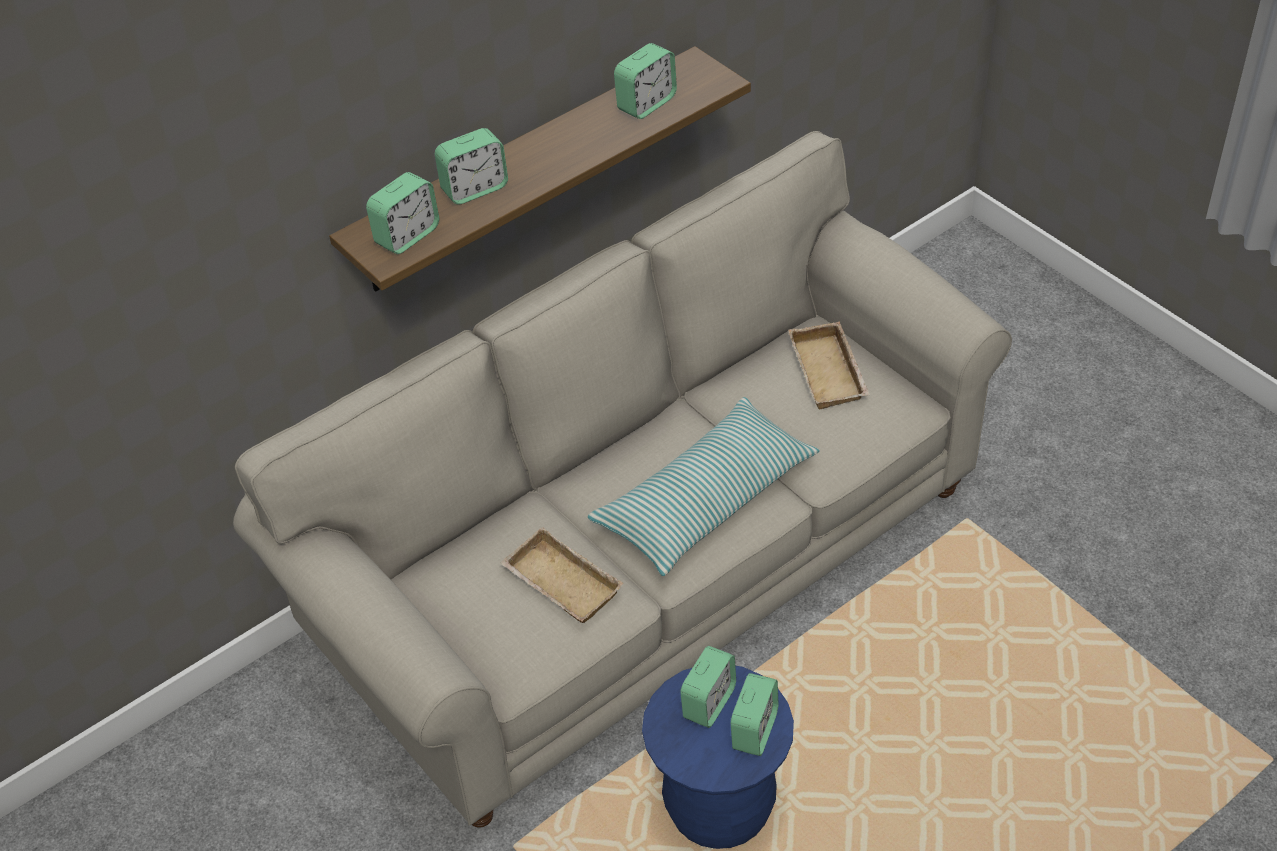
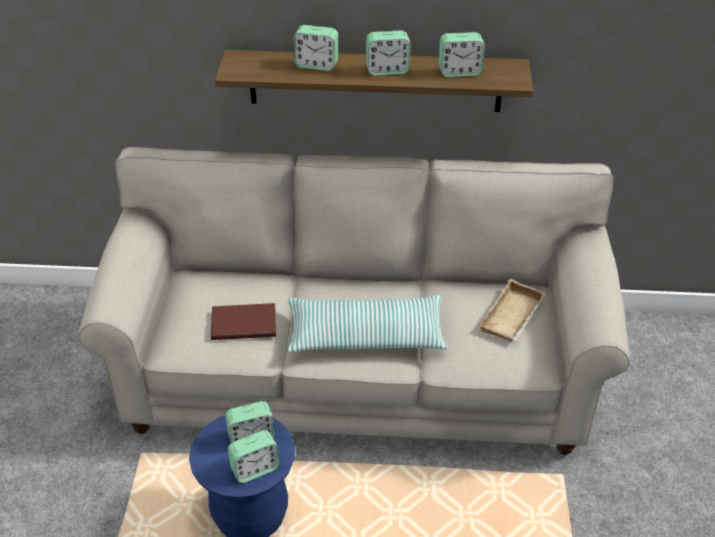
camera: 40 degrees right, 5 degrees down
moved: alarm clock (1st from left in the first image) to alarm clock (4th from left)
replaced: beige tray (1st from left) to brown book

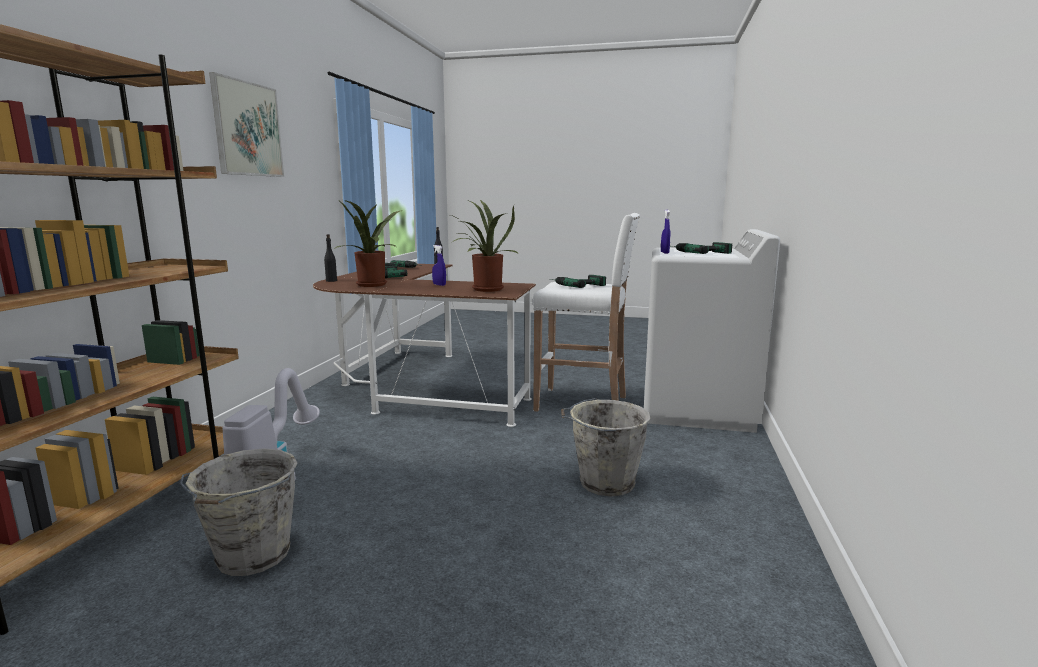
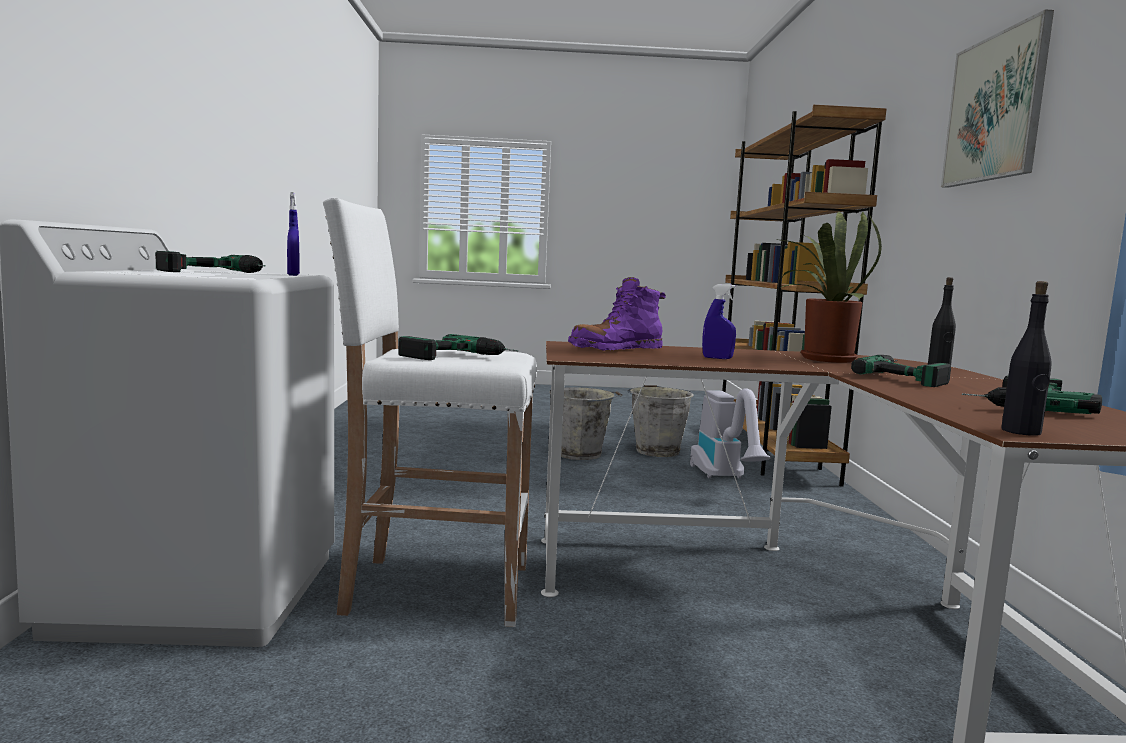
camera: 165 degrees right, 5 degrees down
moved: grey bucket (2nd from left in the first image) to grey bucket (1st from left)
replaced: potted plant (2nd from left) to purple boot

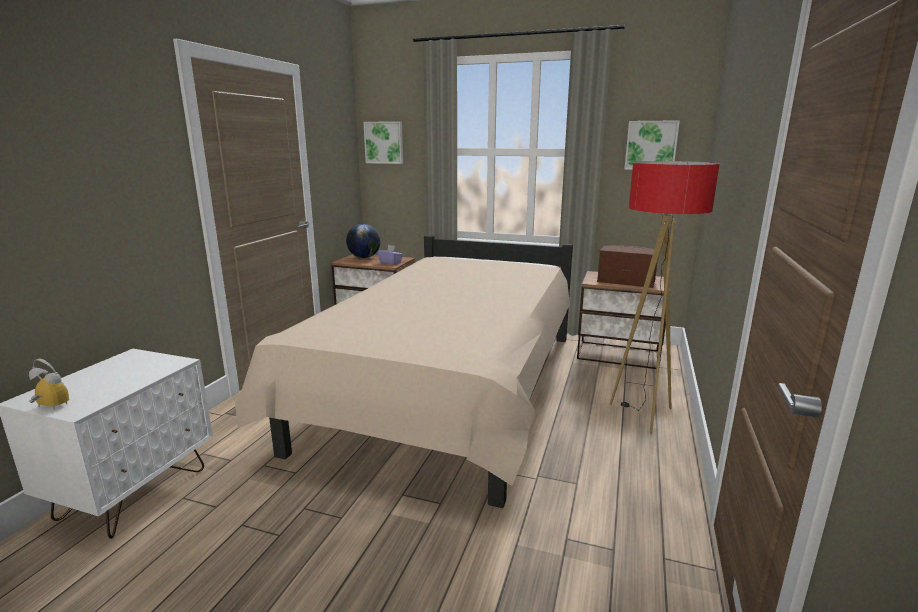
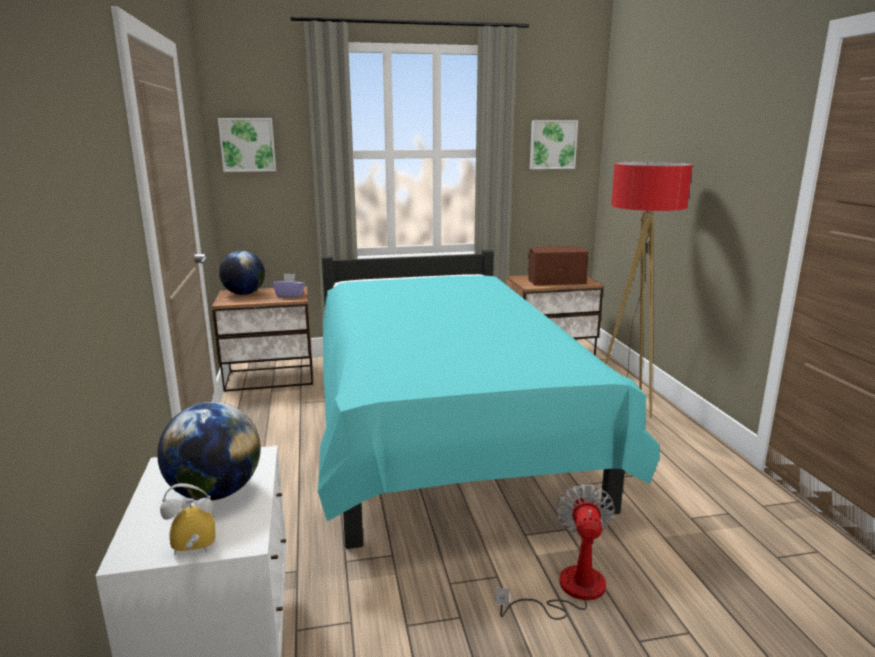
camera: 30 degrees left, 0 degrees up
added: globe (1st from left); fan
recoloured: beige bed to turquoise bed

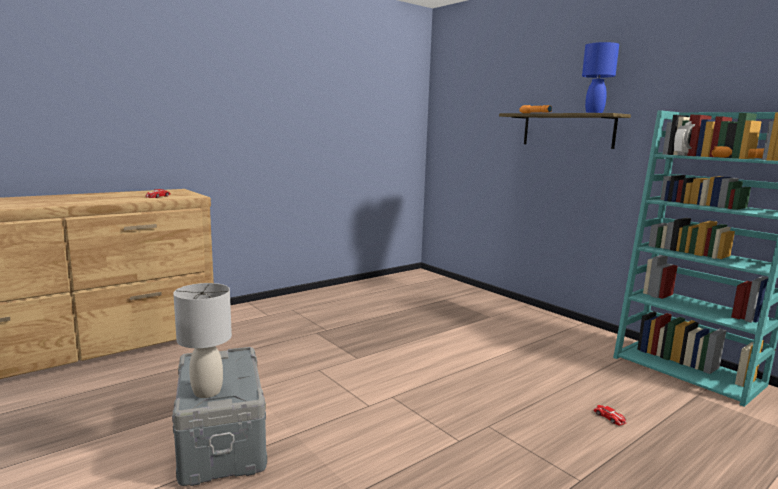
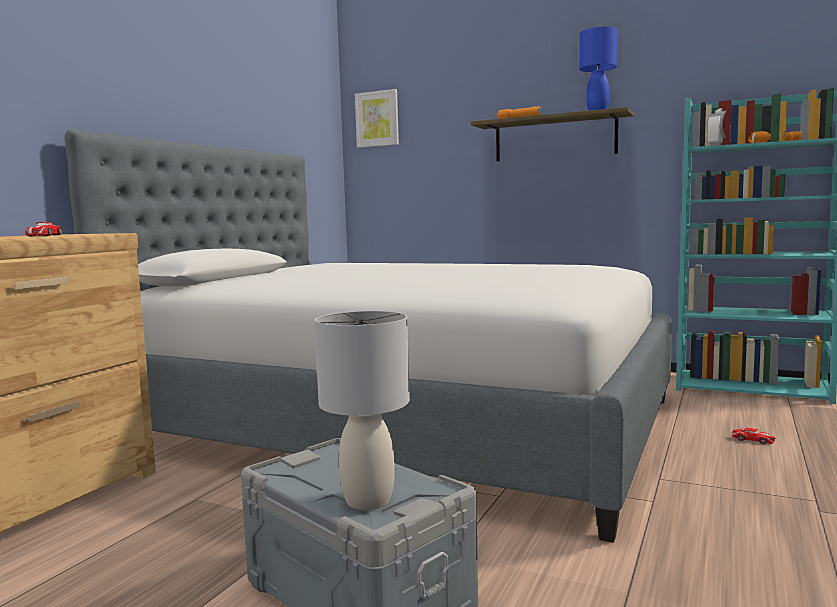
camera: 25 degrees left, 5 degrees down
added: bed; picture

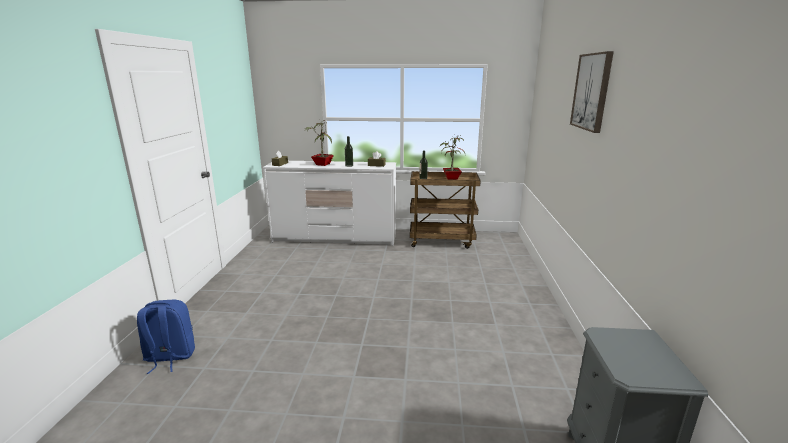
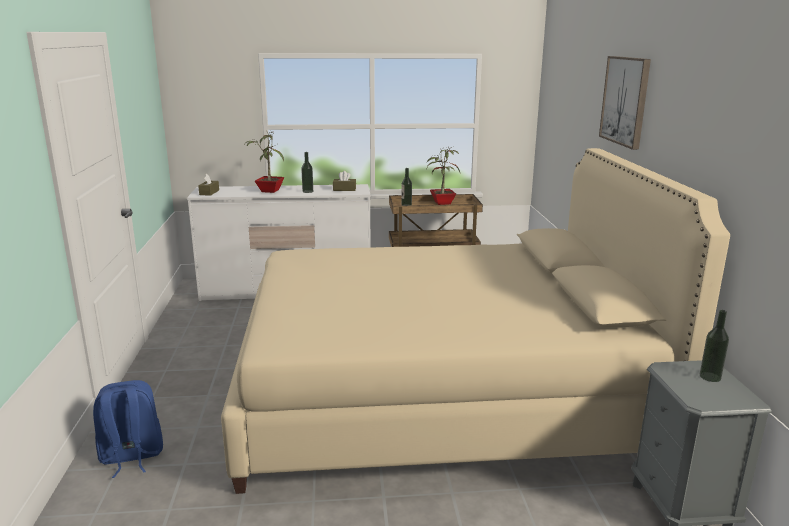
camera: 10 degrees left, 0 degrees up
added: beige bed; bottle (3rd from left)

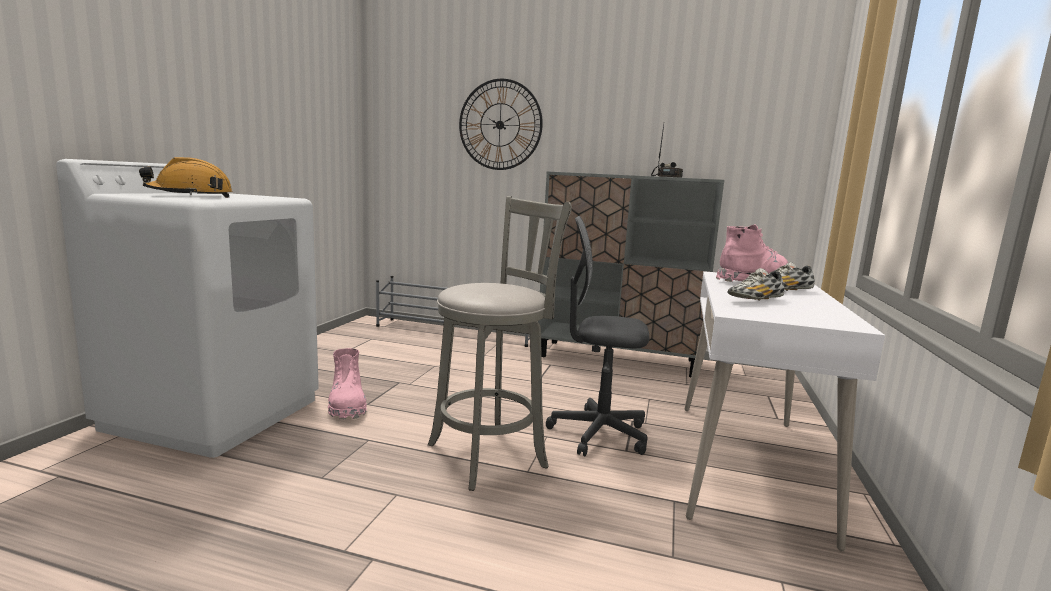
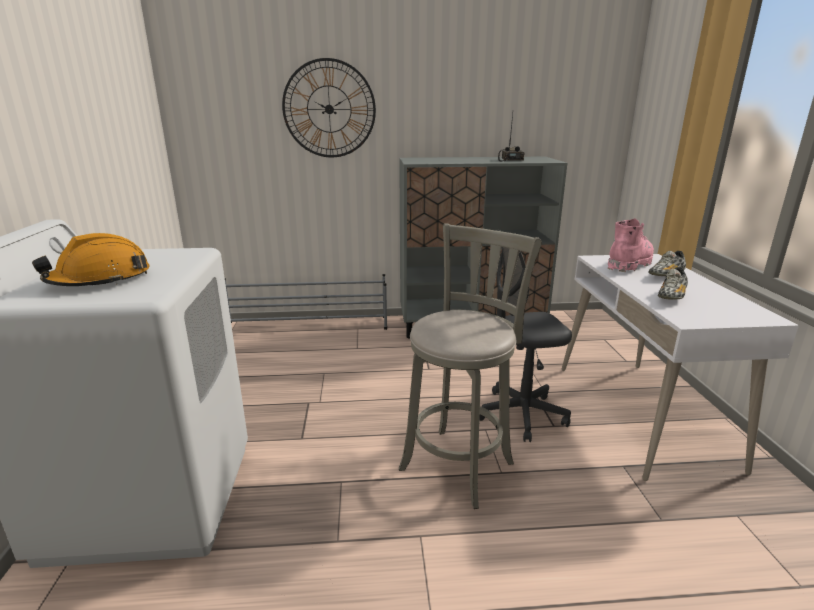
camera: 20 degrees left, 10 degrees up
removed: pink boot (1st from left)

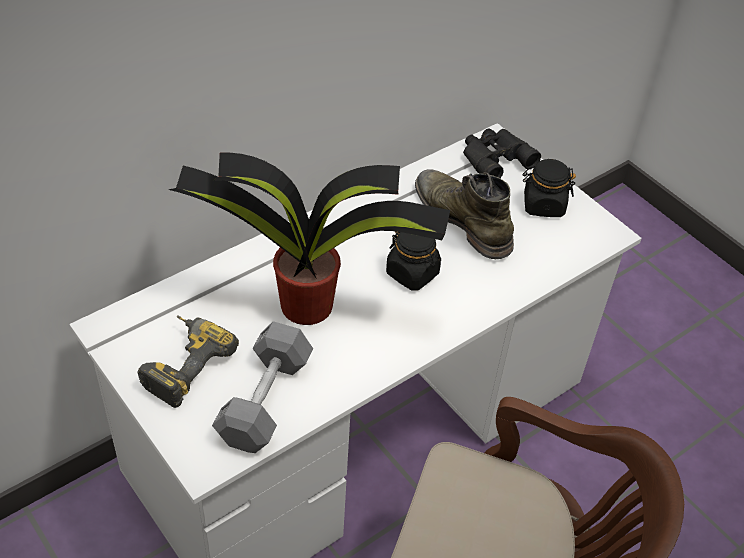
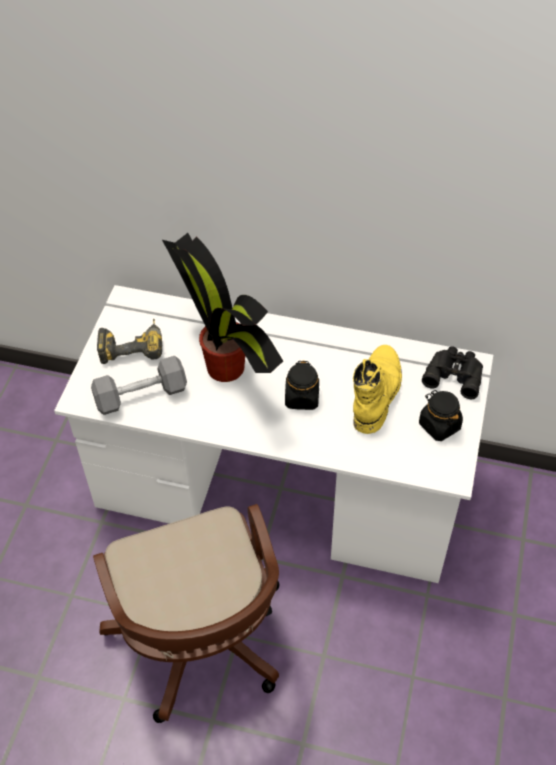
camera: 55 degrees right, 5 degrees up
recoloured: green boot to yellow boot

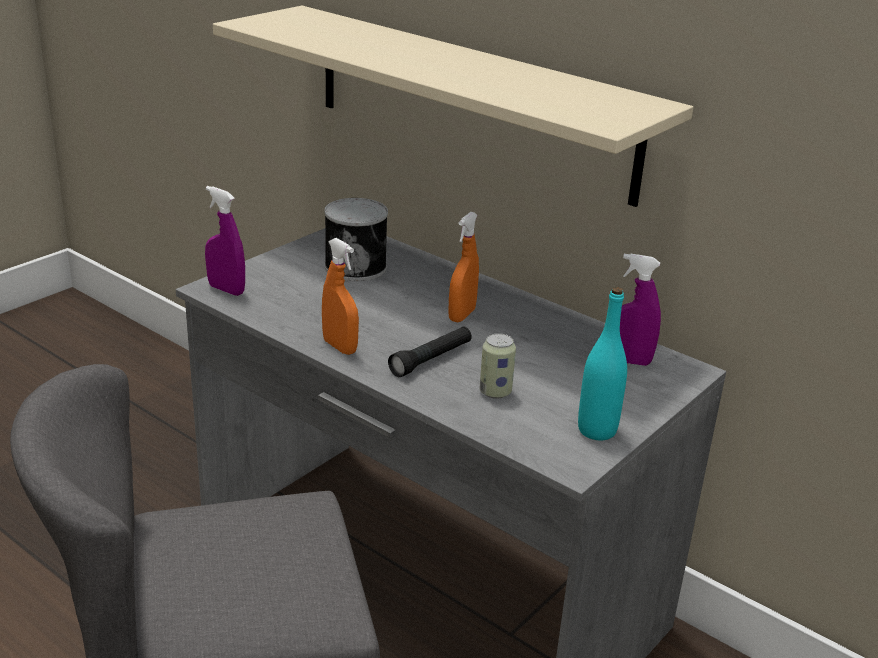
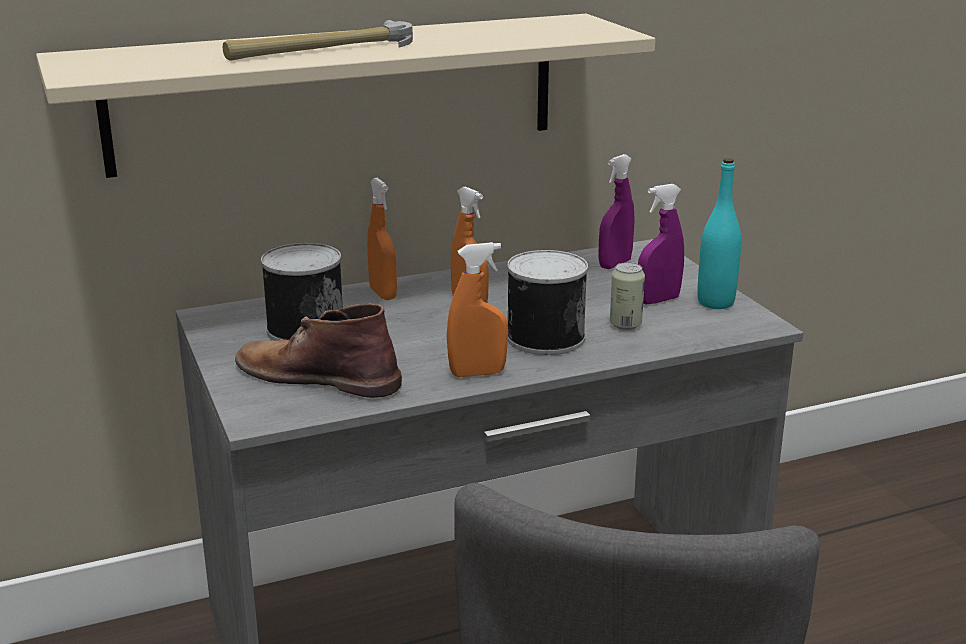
camera: 60 degrees left, 5 degrees down
added: hammer; brown boot; orange spray bottle (1st from left)
moved: purple spray bottle (1st from left in the first image) to purple spray bottle (2nd from left)
replaced: black flashlight to can (2nd from left)

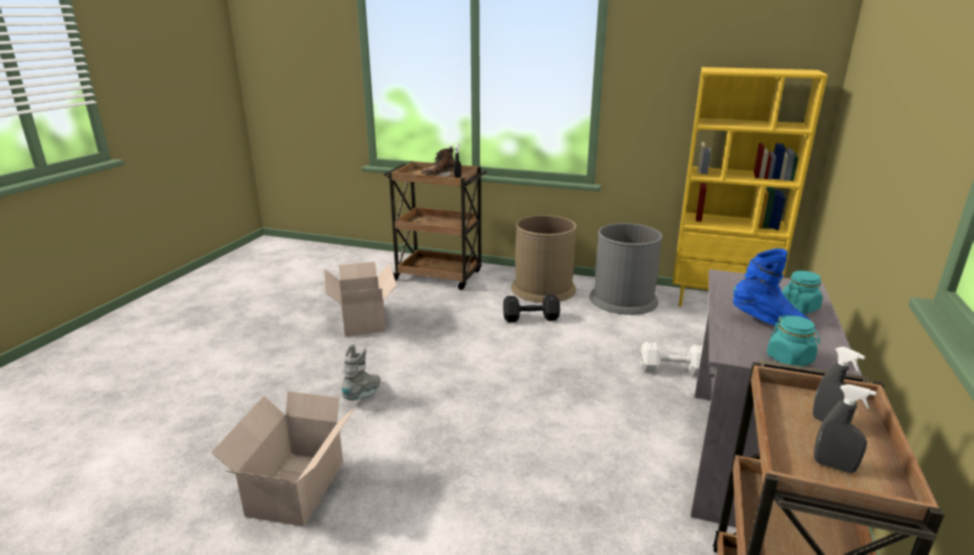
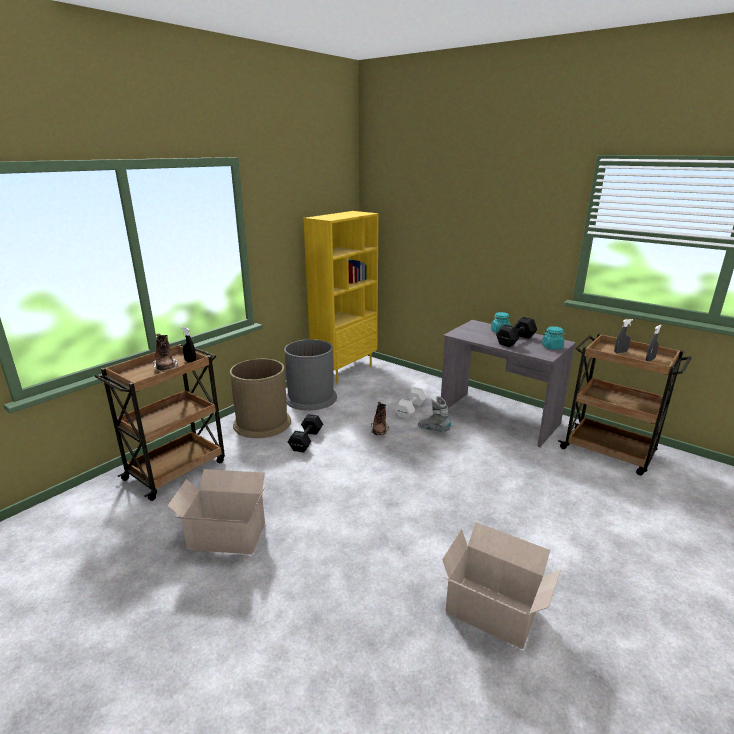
camera: 70 degrees left, 0 degrees up
added: brown boot (2nd from left)
moved: grey boot
replaced: blue boot to black dumbbell (2nd from left)

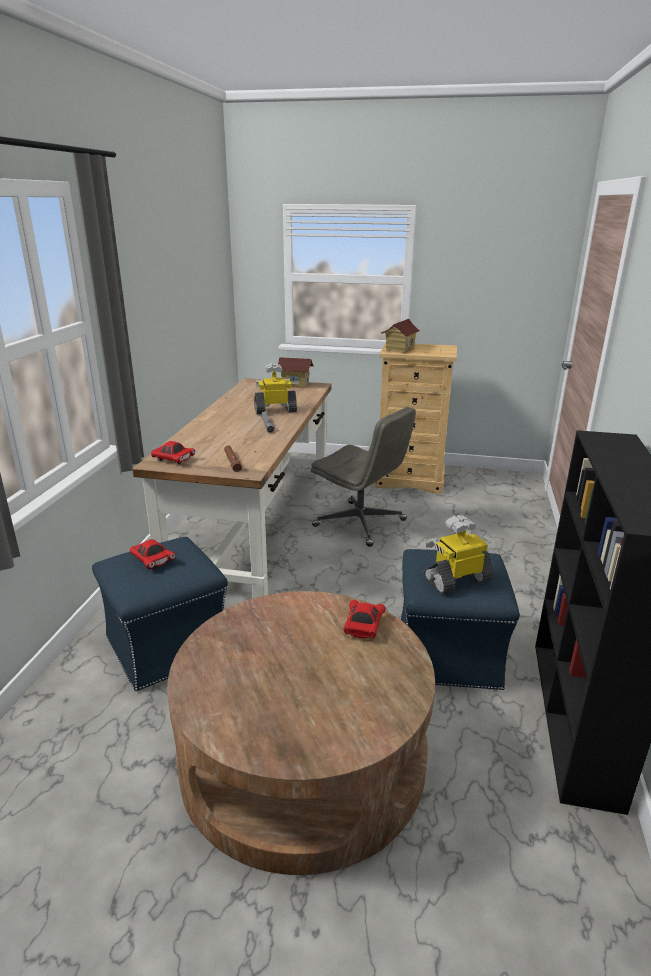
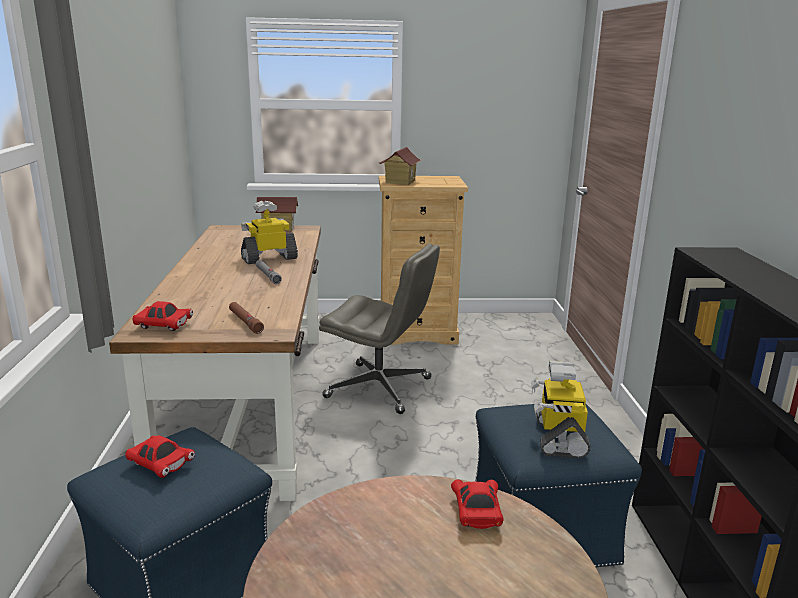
camera: 15 degrees left, 5 degrees down
turned: toy robot (2nd from left) 45 degrees counterclockwise

